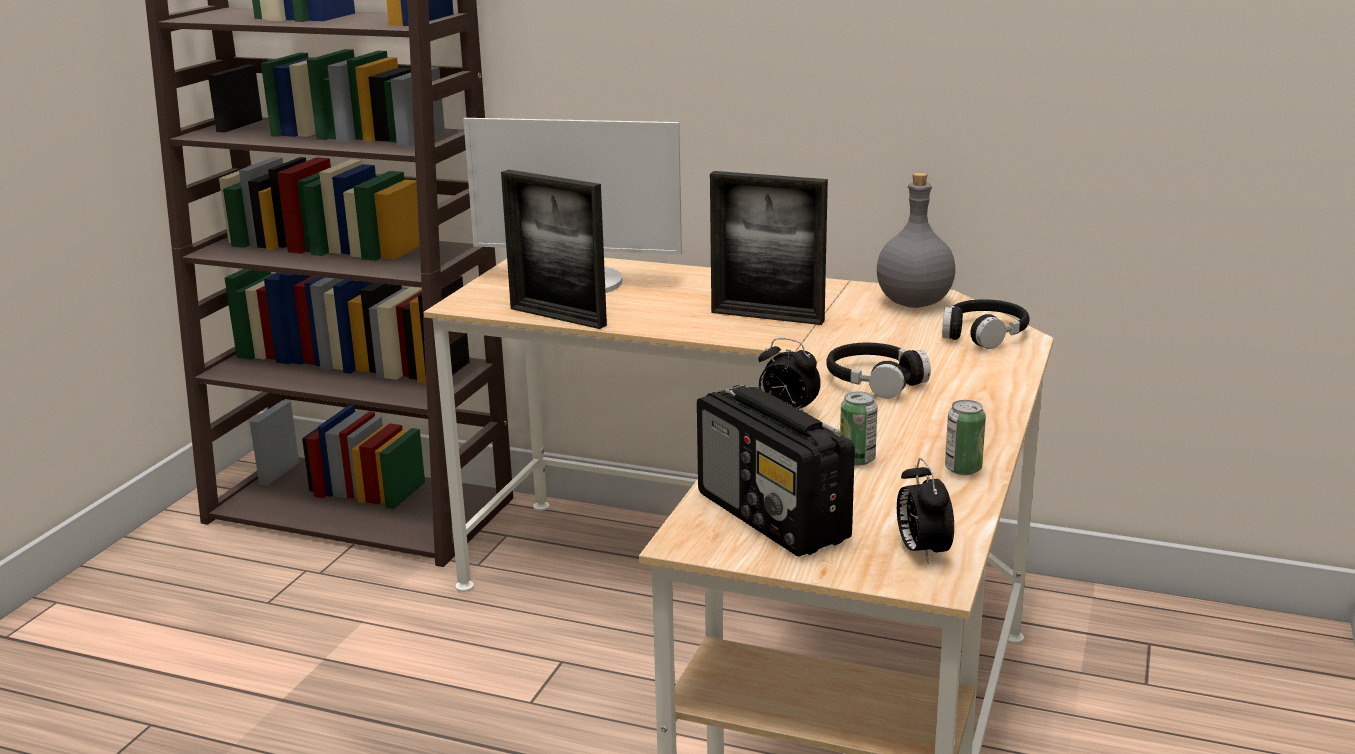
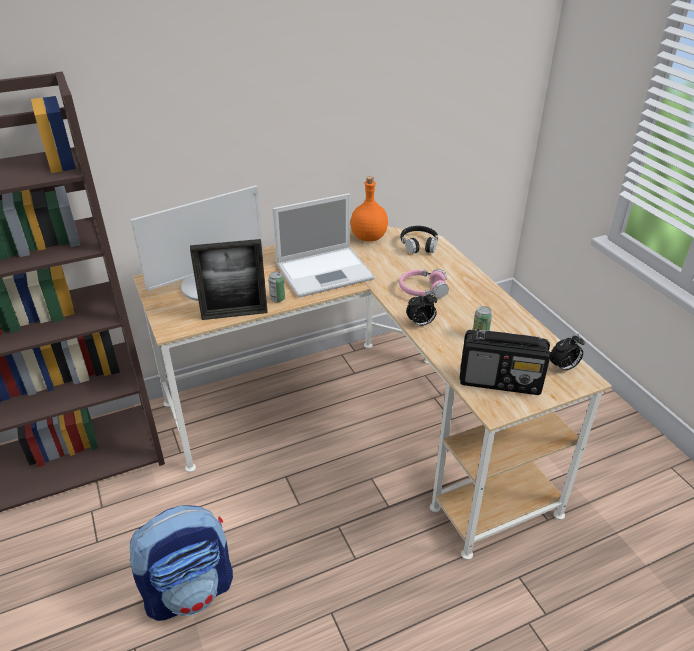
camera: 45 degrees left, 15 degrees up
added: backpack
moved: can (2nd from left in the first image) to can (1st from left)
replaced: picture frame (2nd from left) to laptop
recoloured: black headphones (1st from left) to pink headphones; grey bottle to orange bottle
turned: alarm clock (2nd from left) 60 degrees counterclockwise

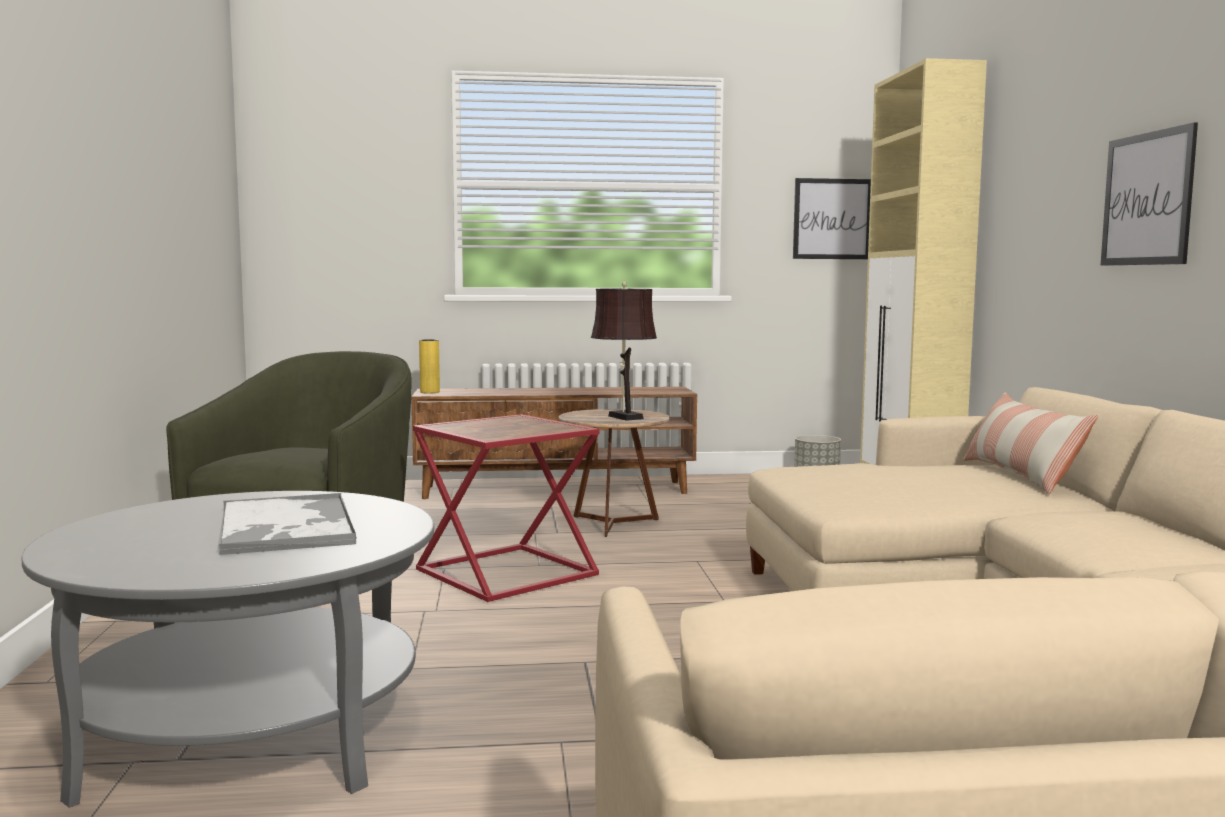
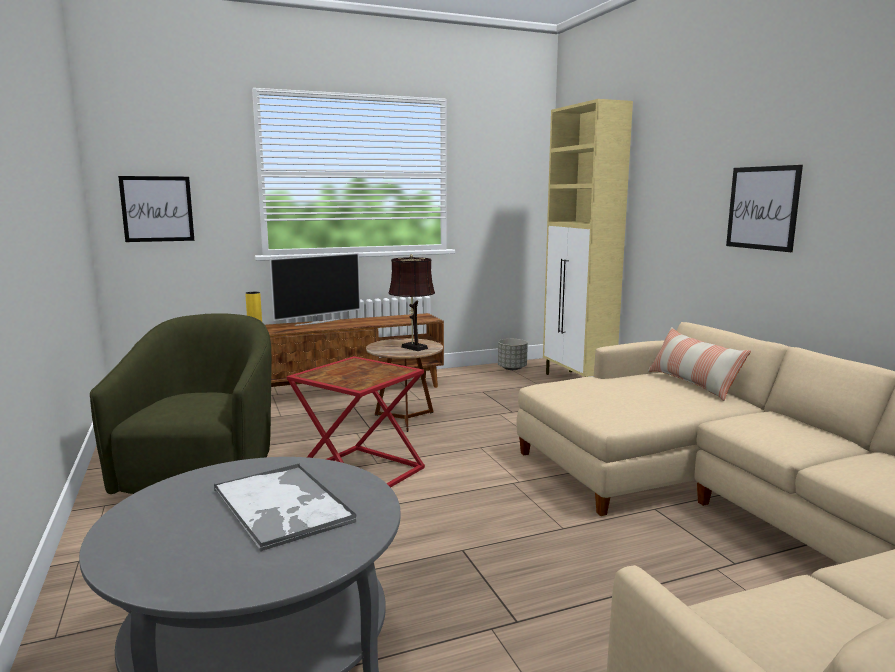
camera: 15 degrees left, 5 degrees up
added: television
moved: picture (1st from left)

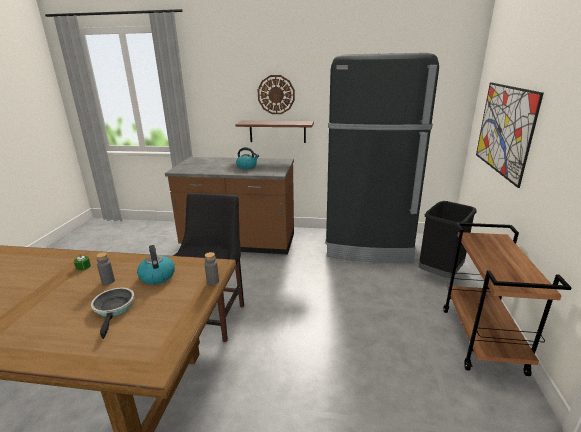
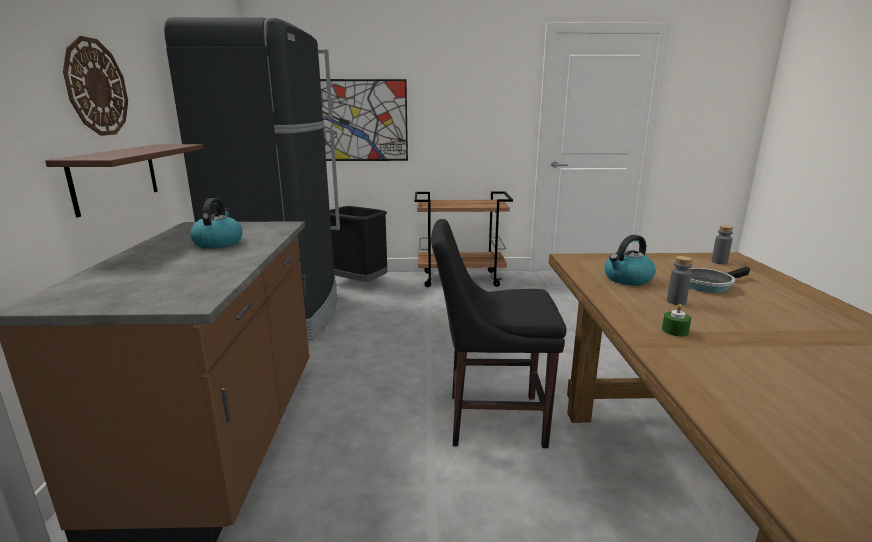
camera: 100 degrees left, 5 degrees down
moved: grey bottle (2nd from left)

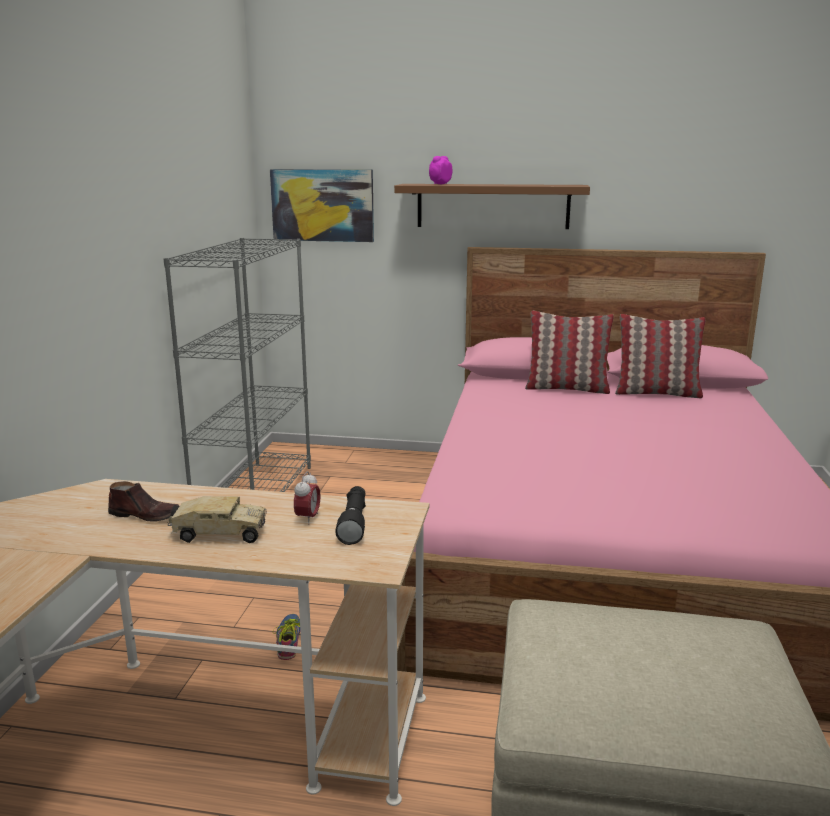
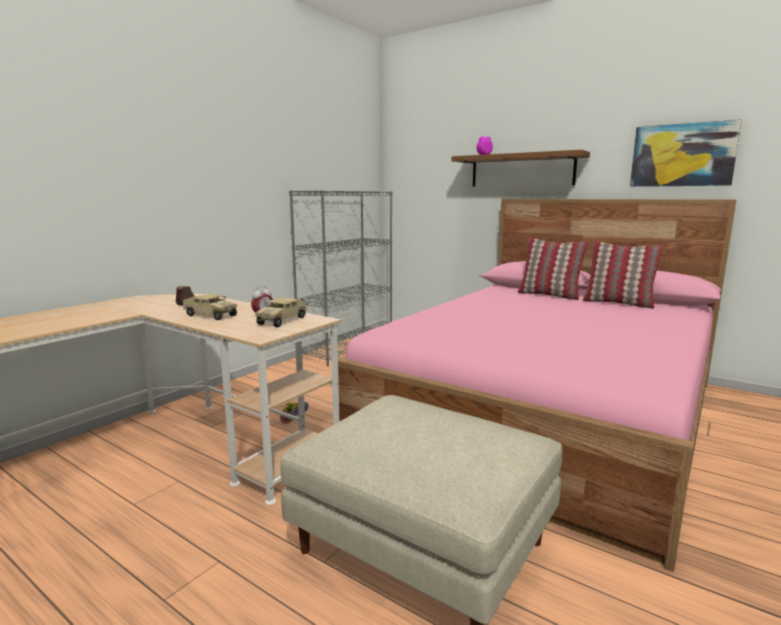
camera: 25 degrees right, 5 degrees down
moved: picture
replaced: black flashlight to toy truck (2nd from left)

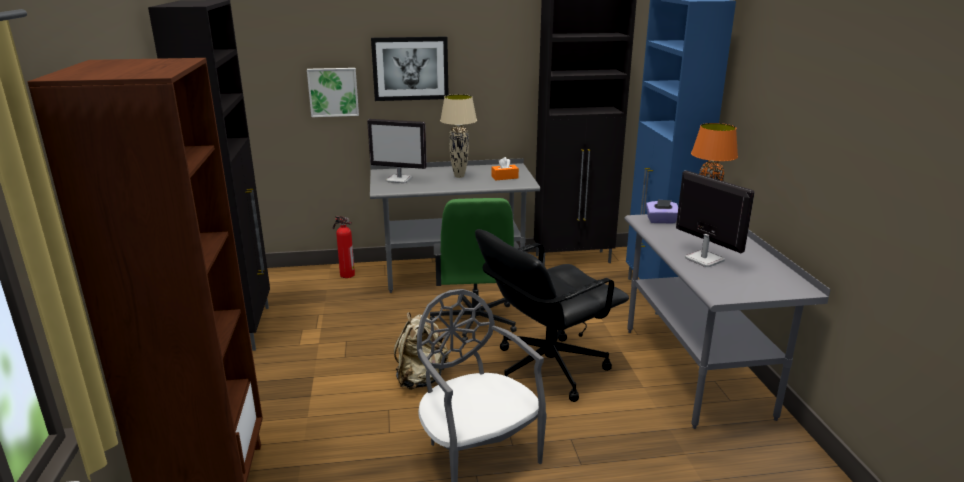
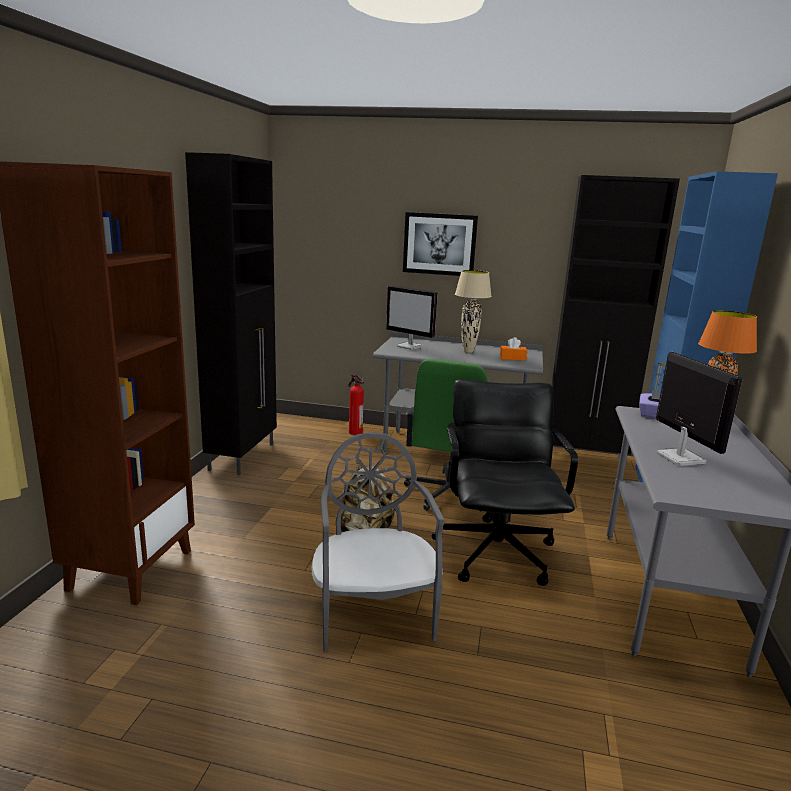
camera: 20 degrees right, 5 degrees down
removed: picture (1st from left)
turned: black office chair 105 degrees clockwise

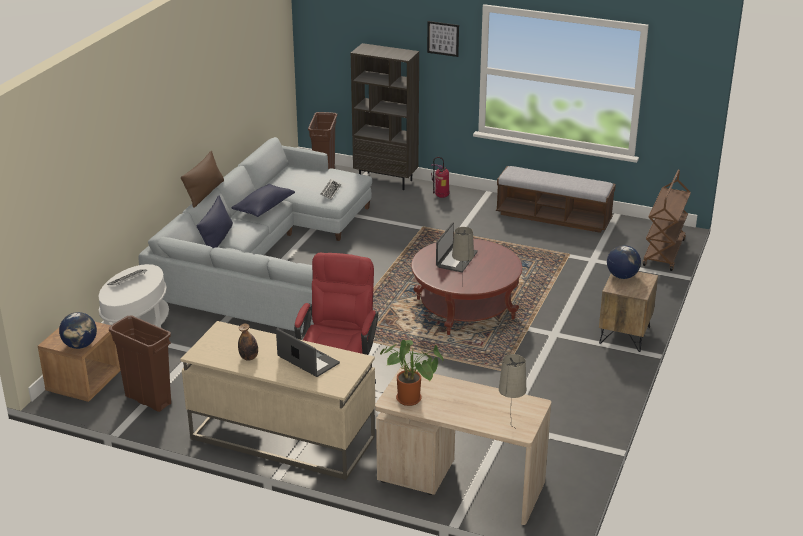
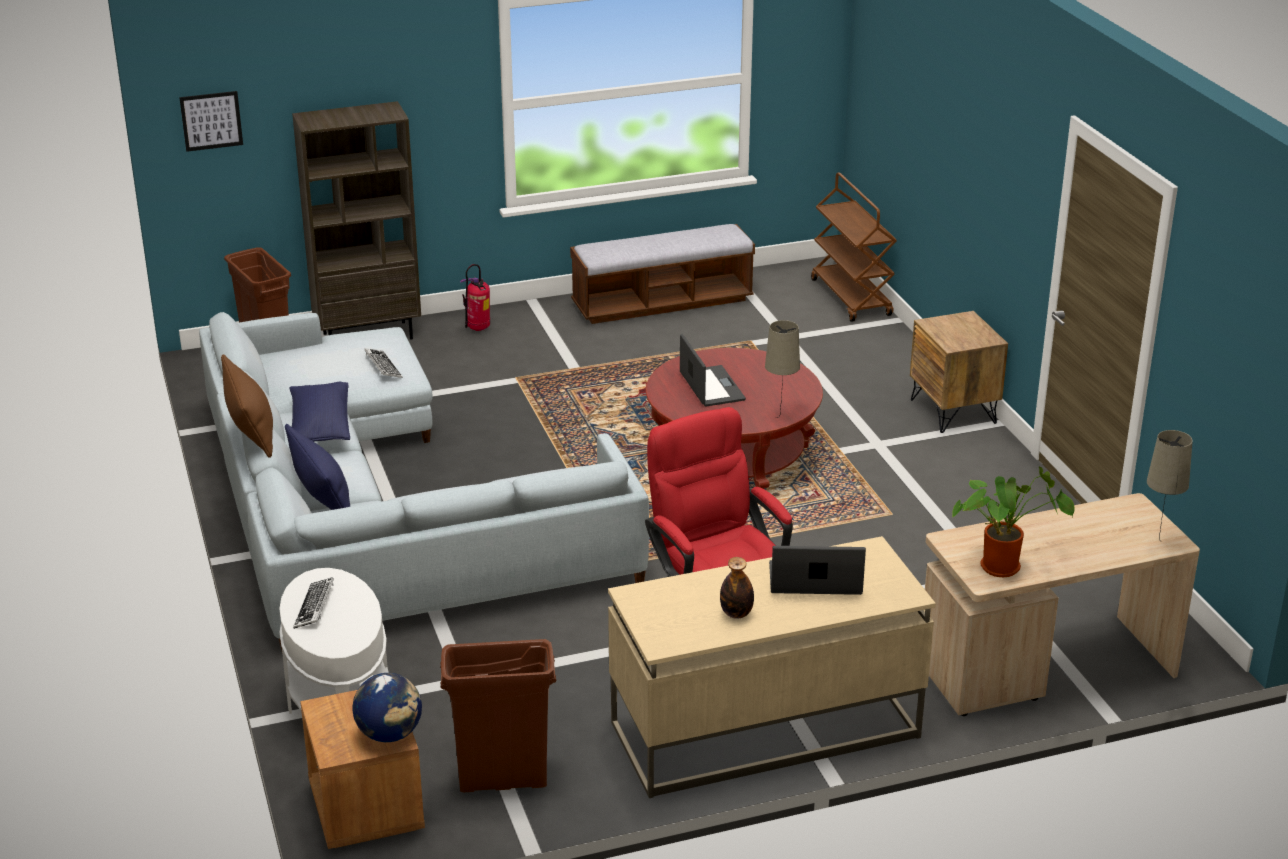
camera: 40 degrees left, 0 degrees up
removed: globe (2nd from left)
moved: picture

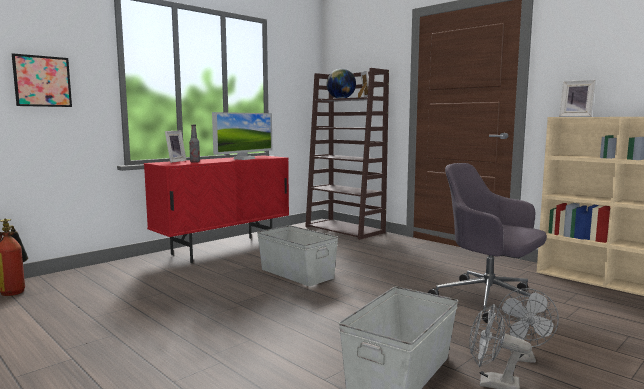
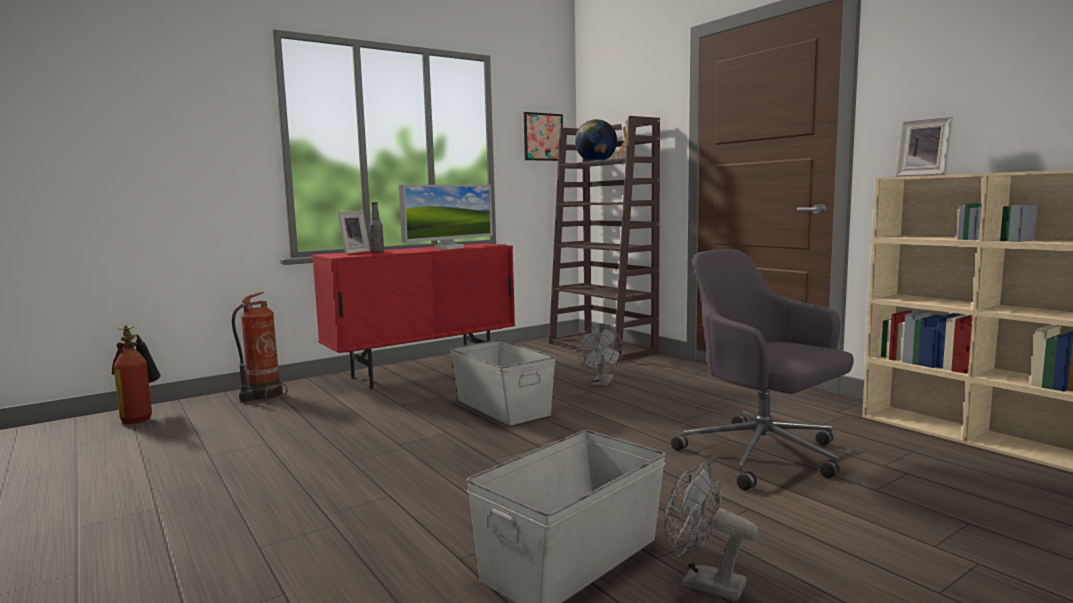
camera: 10 degrees right, 0 degrees up
added: fire extinguisher (2nd from left)
moved: picture; grey fan (2nd from left in the first image) to grey fan (1st from left)

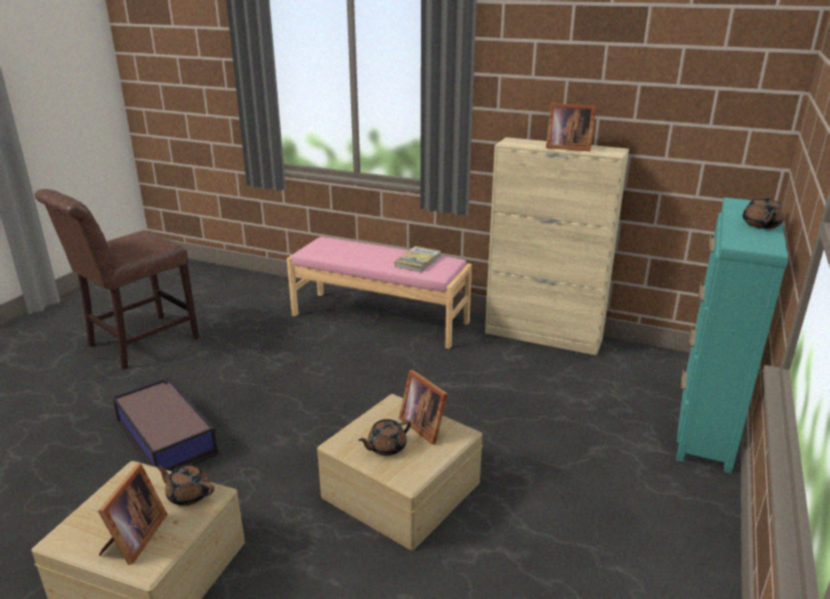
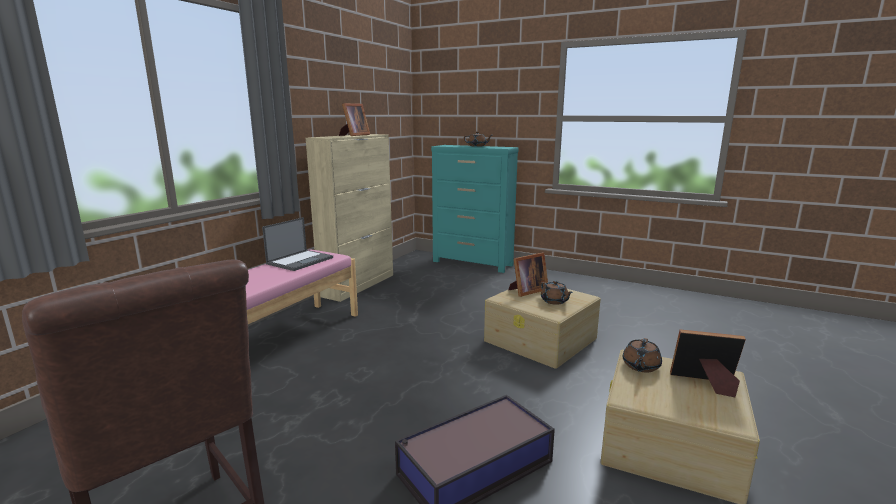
camera: 85 degrees left, 10 degrees down
replaced: book to laptop

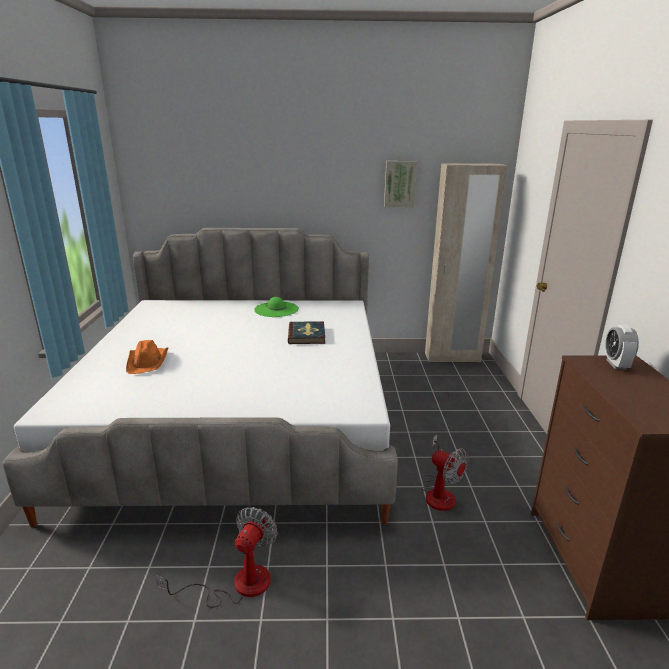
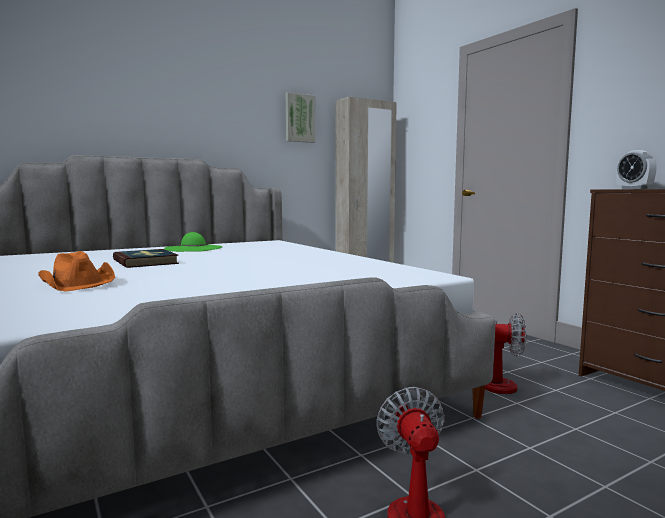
camera: 30 degrees left, 15 degrees down
moved: book

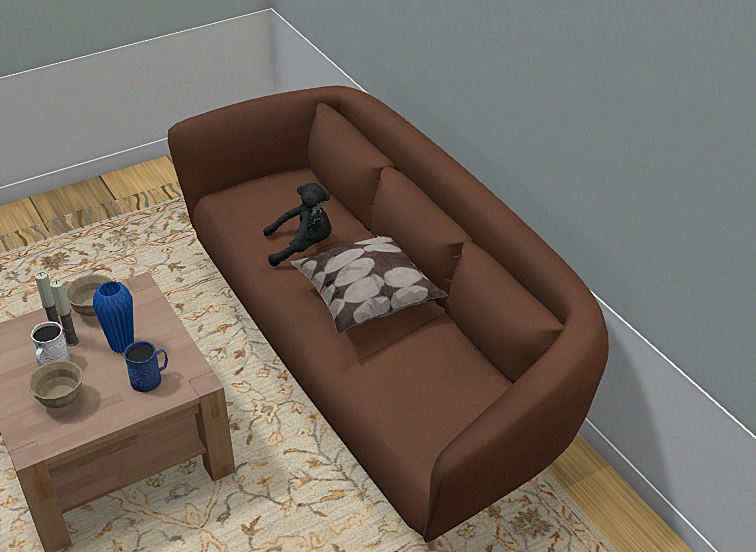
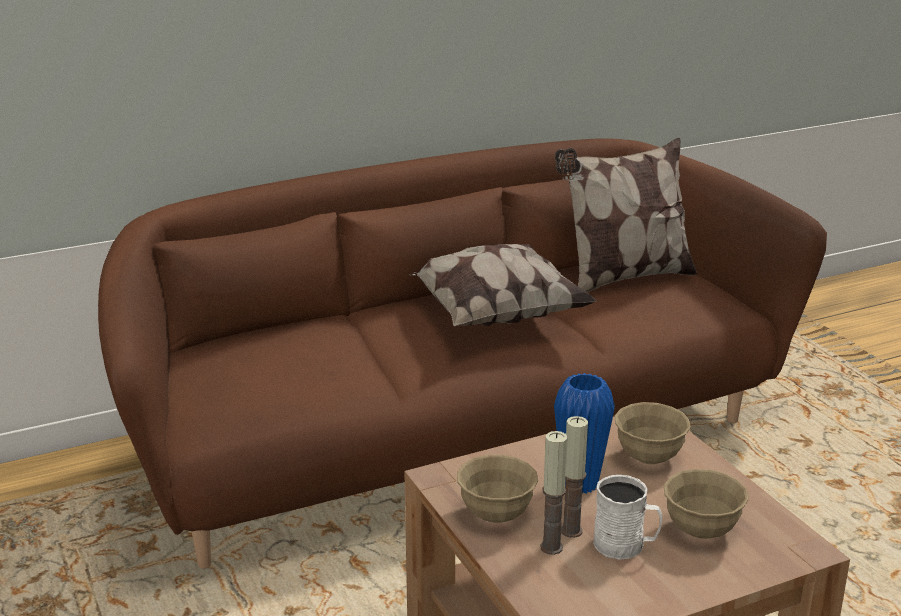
camera: 85 degrees left, 15 degrees down
removed: black plush toy
added: pillow (2nd from left)
replaced: blue mug to beige bowl (2nd from left)

